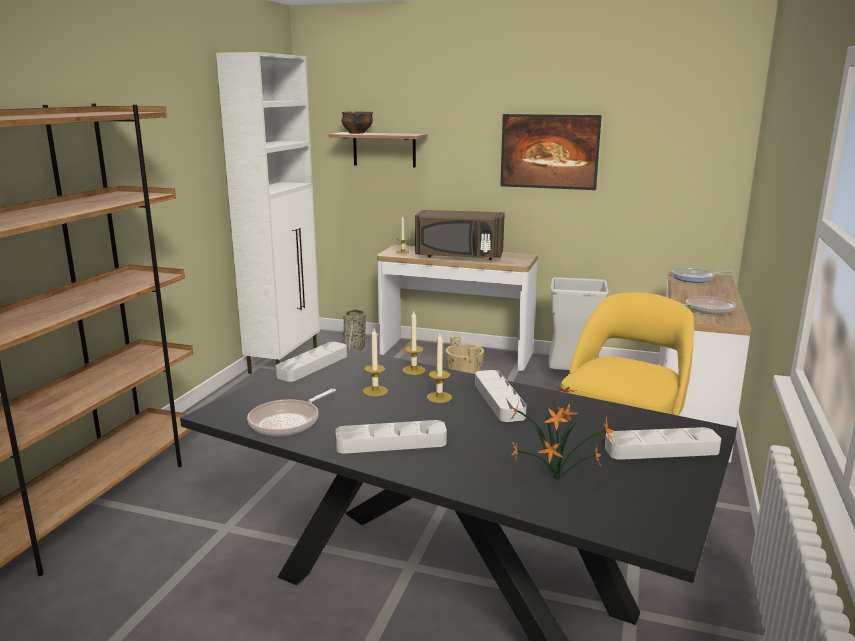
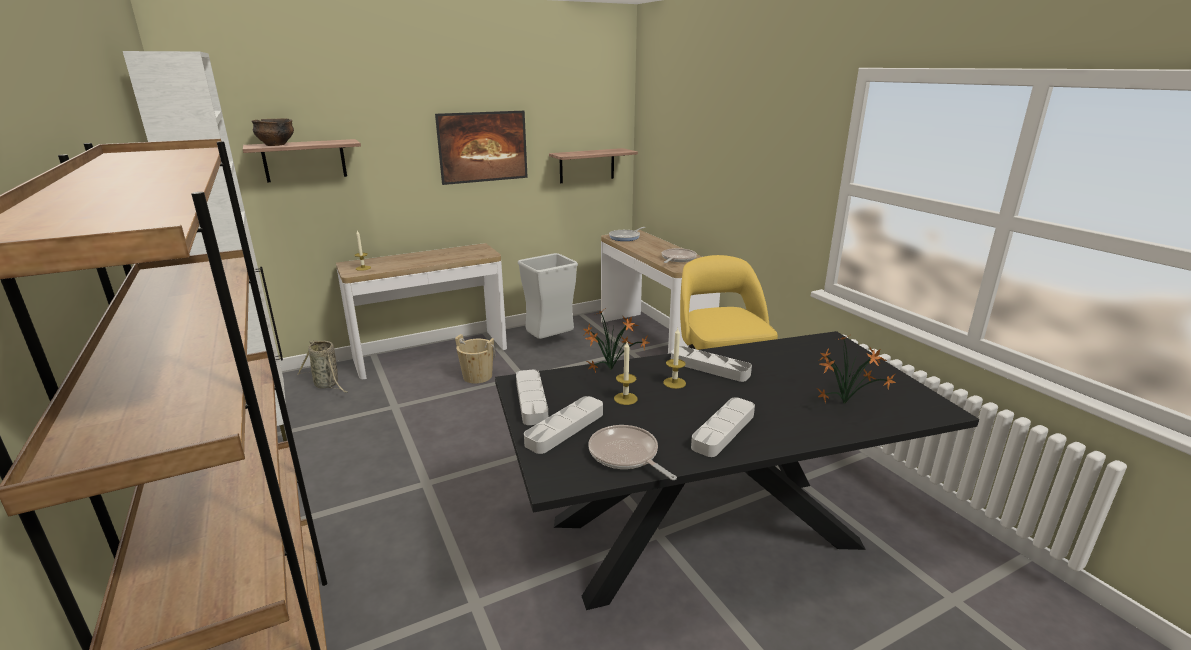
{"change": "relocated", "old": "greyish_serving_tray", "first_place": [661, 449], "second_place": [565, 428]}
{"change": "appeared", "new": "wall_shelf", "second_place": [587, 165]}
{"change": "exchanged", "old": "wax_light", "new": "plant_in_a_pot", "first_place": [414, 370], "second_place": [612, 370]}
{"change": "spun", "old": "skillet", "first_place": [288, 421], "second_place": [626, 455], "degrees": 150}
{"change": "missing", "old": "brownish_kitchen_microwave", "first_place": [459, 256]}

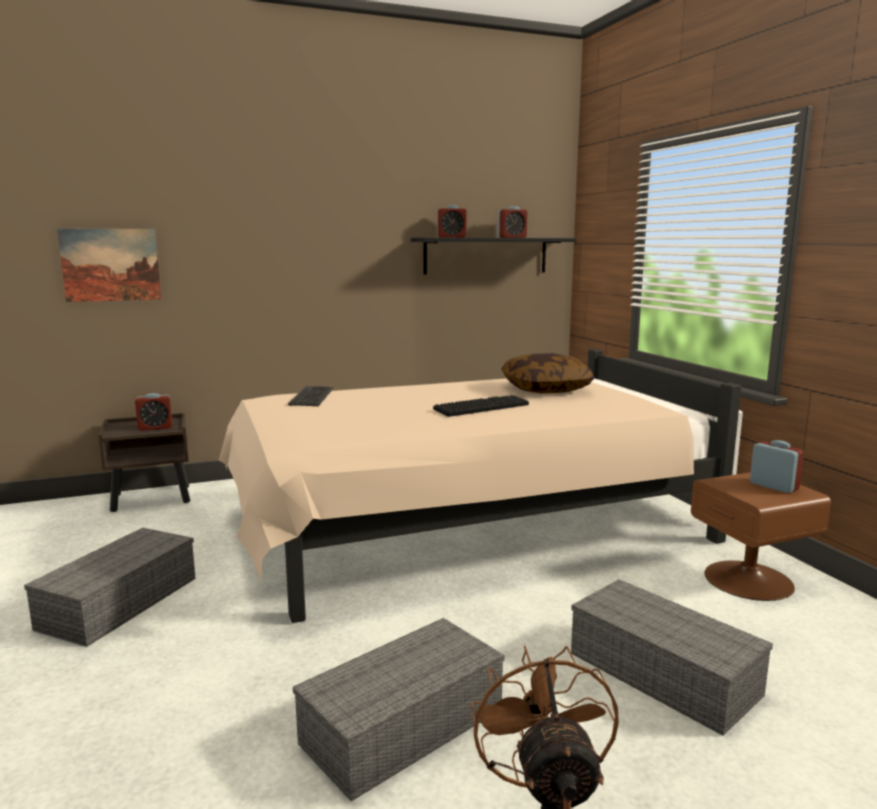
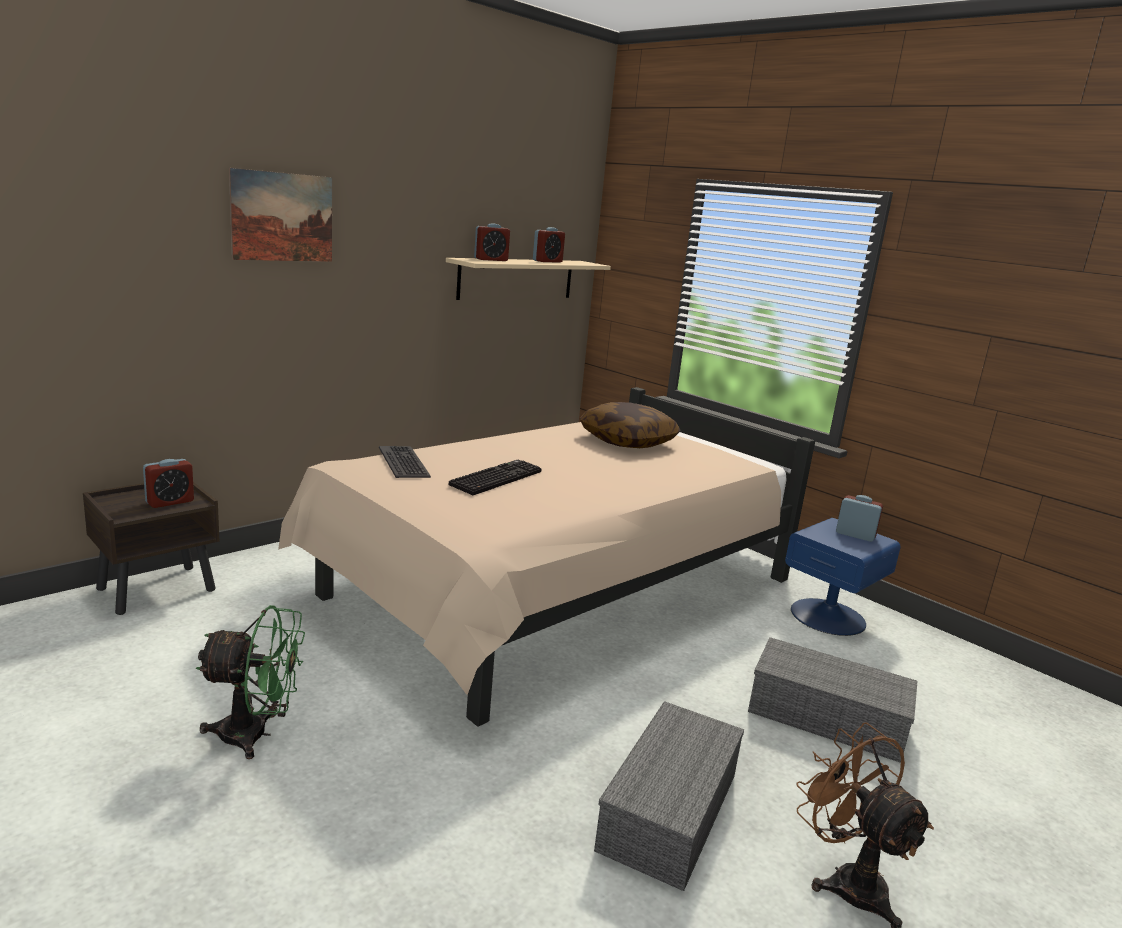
{"change": "exchanged", "old": "greyish_storage_box", "new": "green-coloured_fan", "first_place": [120, 601], "second_place": [256, 735]}
{"change": "relocated", "old": "wall_picture", "first_place": [111, 265], "second_place": [282, 217]}
{"change": "colour", "old": "black-coloured_wall_shelf", "new": "beige_wall_shelf", "first_place": [486, 255], "second_place": [517, 279]}
{"change": "relocated", "old": "PC_keyboard", "first_place": [481, 407], "second_place": [496, 478]}
{"change": "colour", "old": "brownish_nightstand", "new": "blue-coloured_nightstand", "first_place": [749, 579], "second_place": [828, 616]}

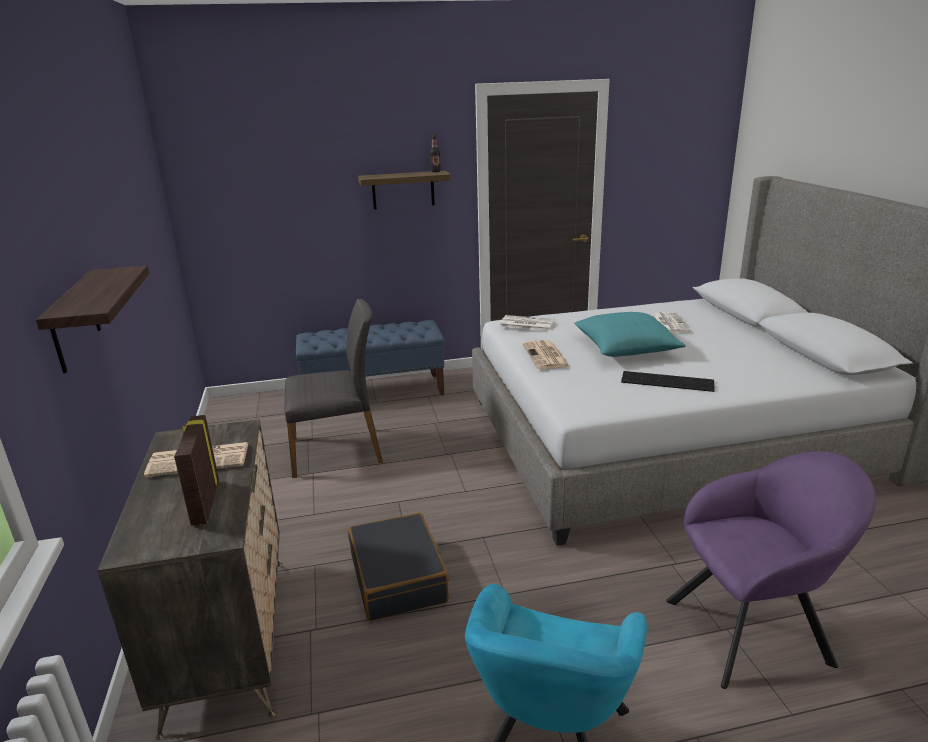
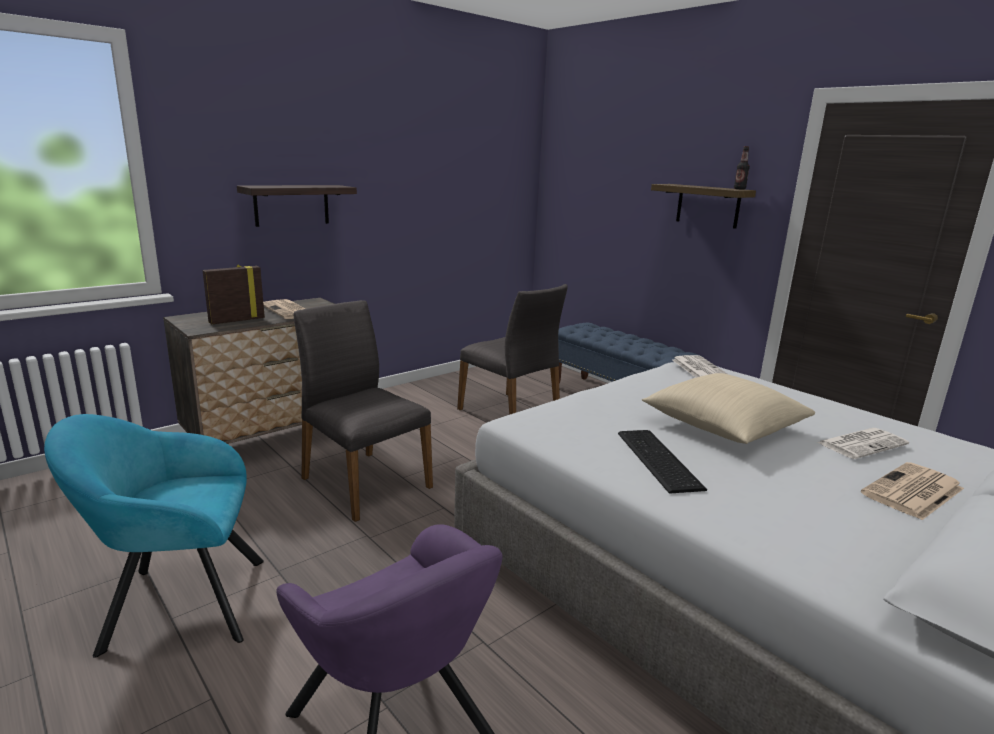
{"change": "exchanged", "old": "black-coloured_suitcase", "new": "greyish_plain_chair", "first_place": [398, 578], "second_place": [363, 482]}
{"change": "colour", "old": "blue-green_pillow", "new": "beige_pillow", "first_place": [626, 349], "second_place": [724, 427]}
{"change": "relocated", "old": "newspaper", "first_place": [546, 356], "second_place": [913, 492]}

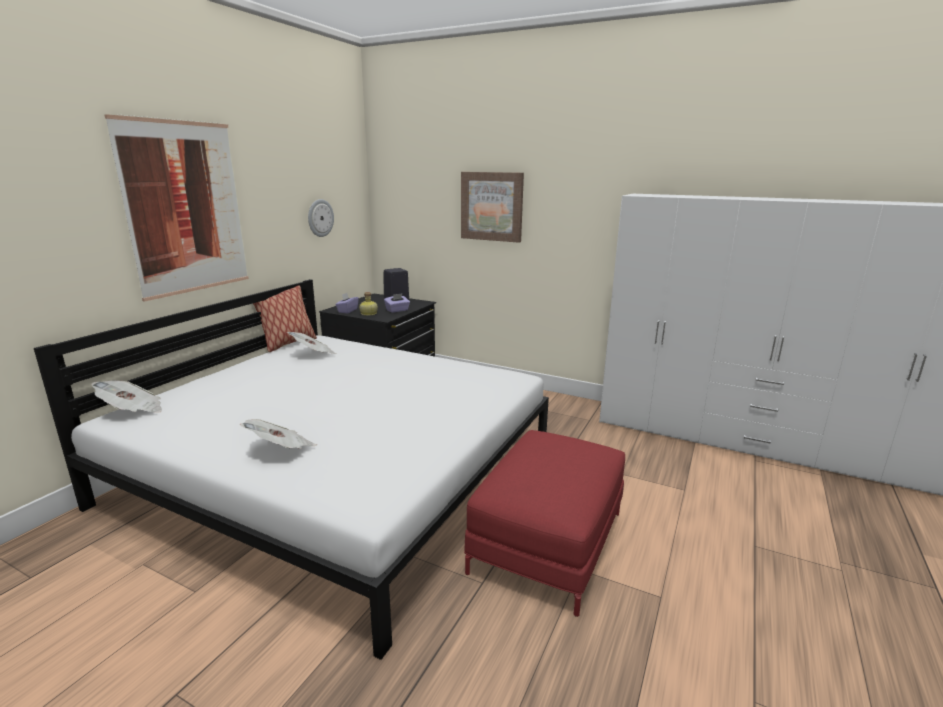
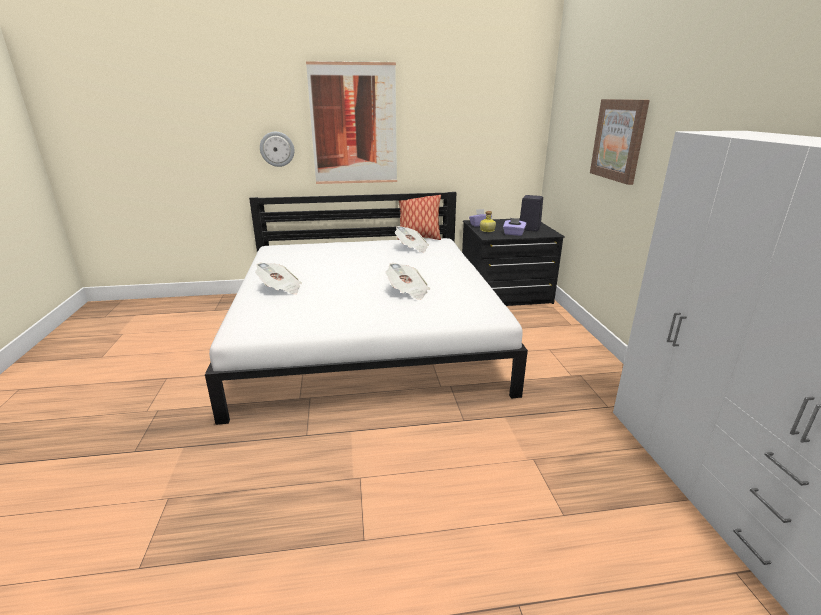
{"change": "relocated", "old": "hanging_clock", "first_place": [320, 218], "second_place": [277, 149]}
{"change": "relocated", "old": "newspaper", "first_place": [133, 411], "second_place": [408, 292]}
{"change": "missing", "old": "red-coloured_footrest", "first_place": [546, 541]}

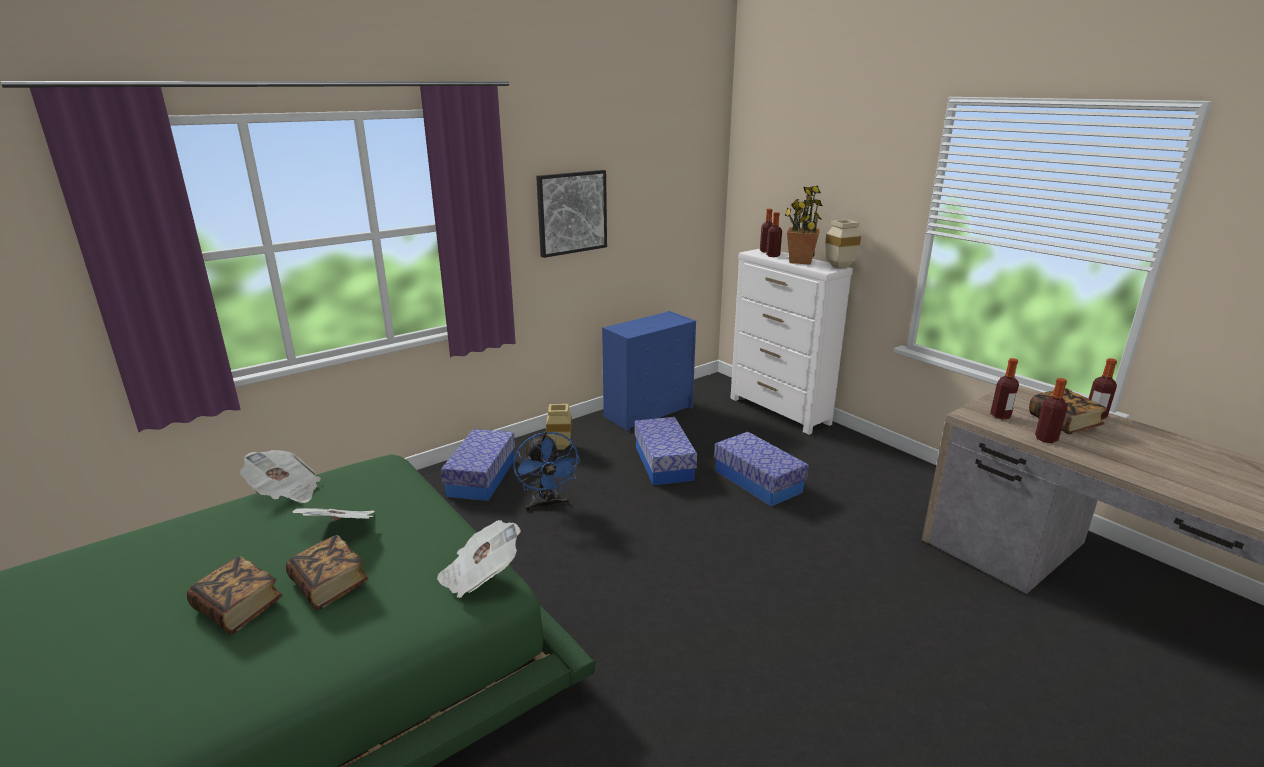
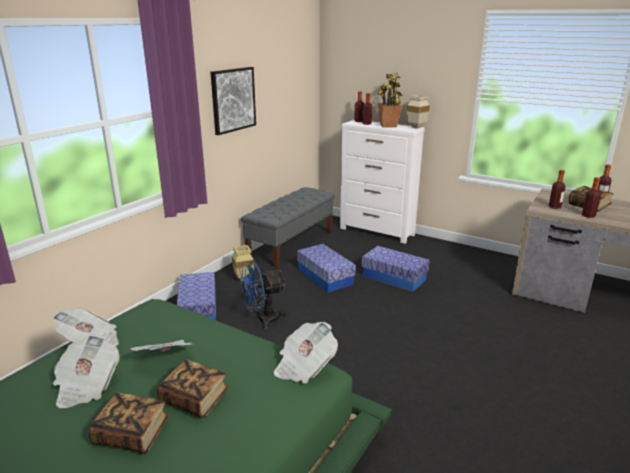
{"change": "appeared", "new": "newspaper", "second_place": [86, 386]}
{"change": "spun", "old": "blue-coloured_fan", "first_place": [547, 505], "second_place": [262, 319], "degrees": 105}
{"change": "exchanged", "old": "blue-coloured_drawer_chest", "new": "greyish_bench", "first_place": [649, 412], "second_place": [291, 245]}

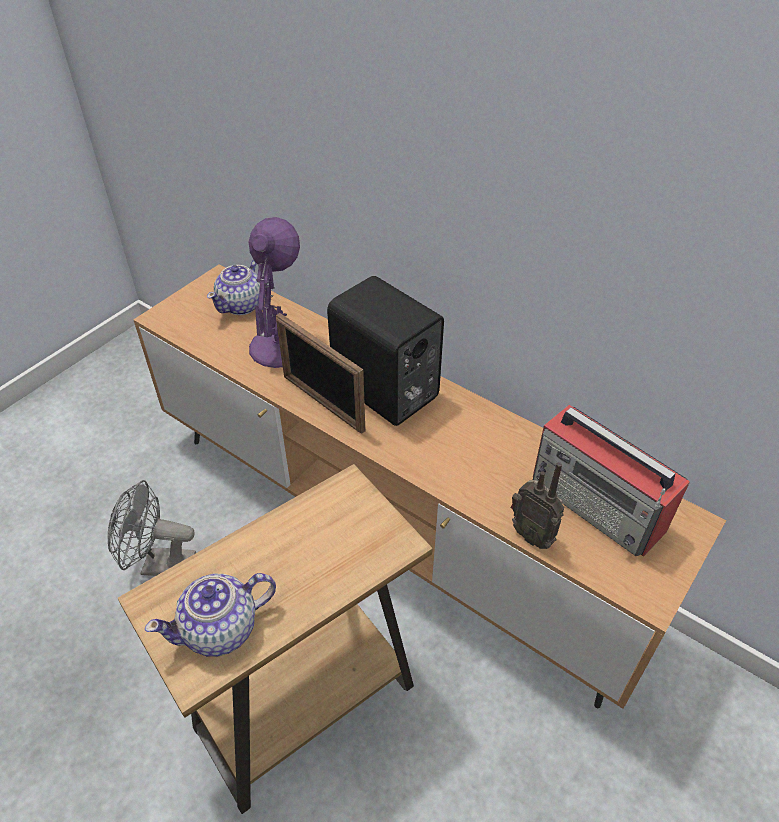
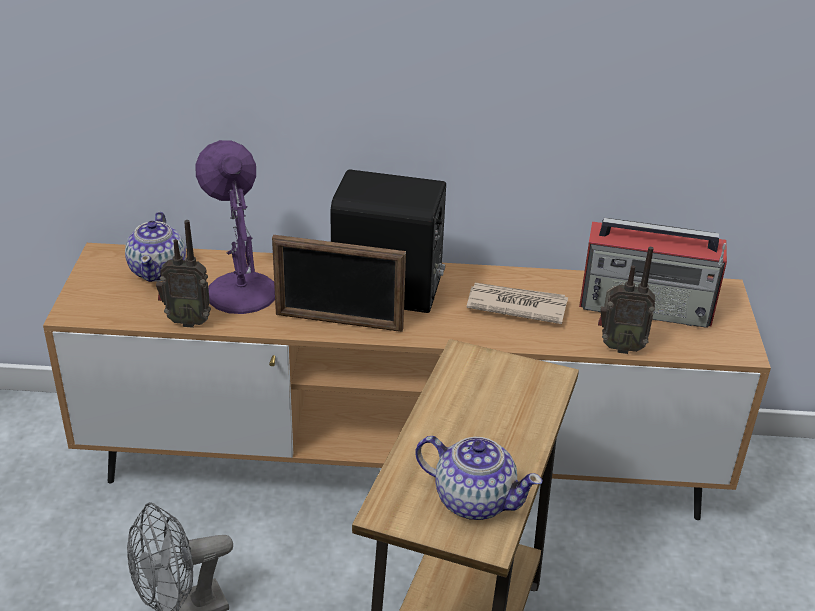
{"change": "appeared", "new": "radio", "second_place": [187, 320]}
{"change": "spun", "old": "teapot", "first_place": [221, 629], "second_place": [473, 499], "degrees": -90}
{"change": "appeared", "new": "newspaper", "second_place": [515, 305]}

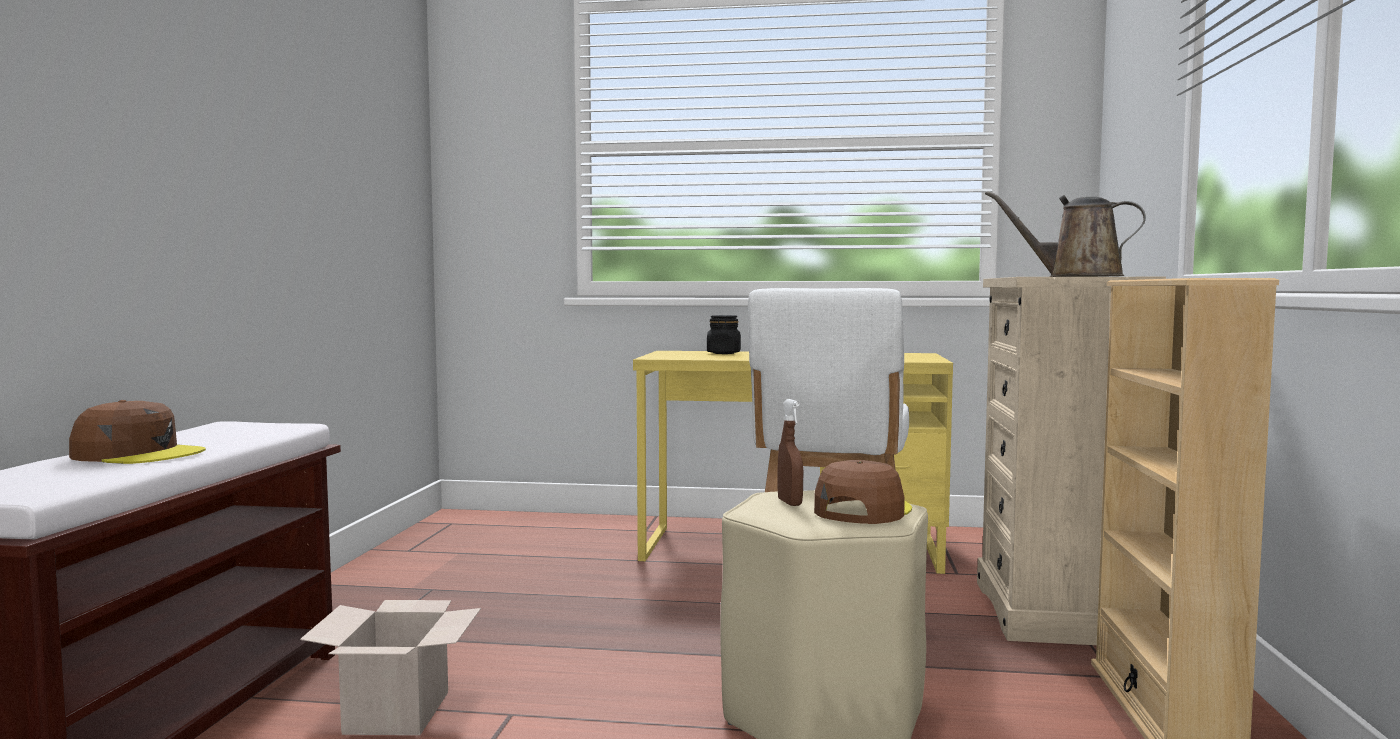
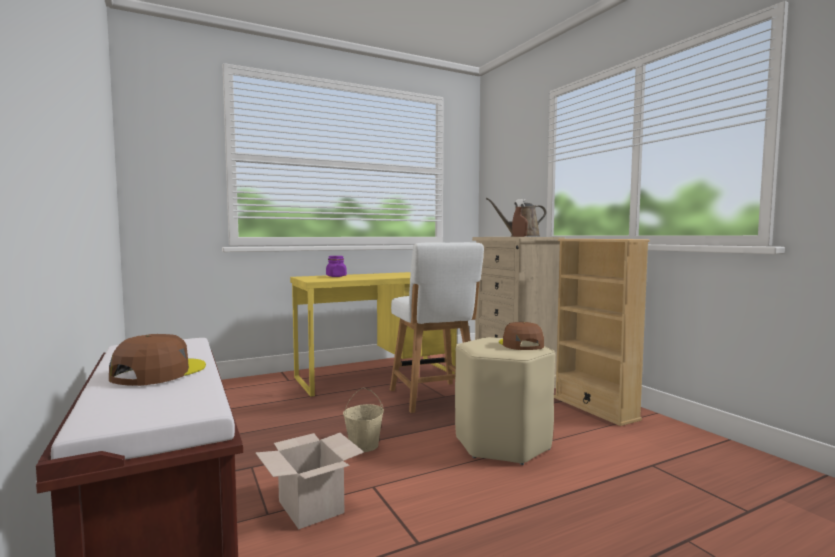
{"change": "spun", "old": "brownish_baseball_cap", "first_place": [138, 454], "second_place": [159, 373], "degrees": -45}
{"change": "colour", "old": "black-coloured_jar", "new": "purplish_jar", "first_place": [723, 353], "second_place": [336, 276]}
{"change": "appeared", "new": "beige_bucket", "second_place": [364, 445]}
{"change": "relocated", "old": "brownish_spray_bottle", "first_place": [789, 503], "second_place": [519, 236]}

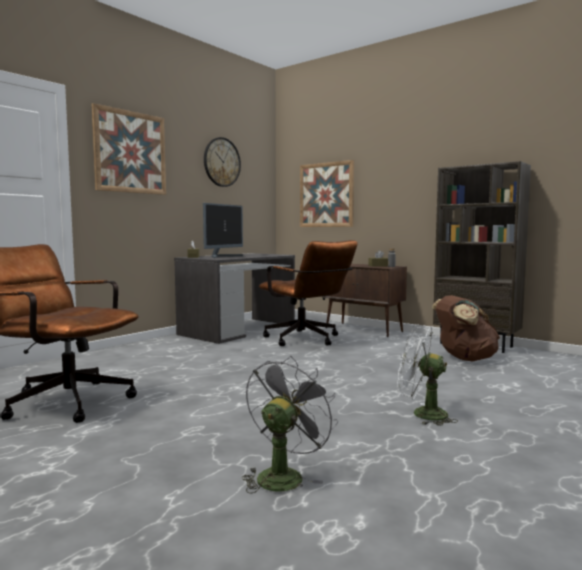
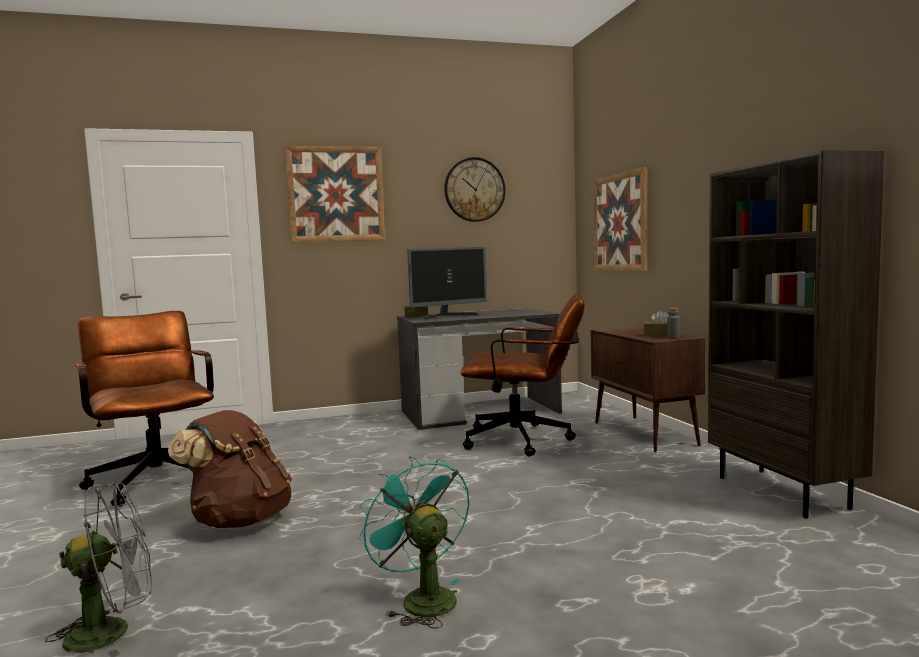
{"change": "relocated", "old": "brownish_backpack", "first_place": [464, 359], "second_place": [240, 520]}
{"change": "colour", "old": "whitish_fan", "new": "blue-green_fan", "first_place": [422, 414], "second_place": [421, 598]}
{"change": "spun", "old": "brownish_office_chair", "first_place": [306, 340], "second_place": [527, 440], "degrees": -75}

